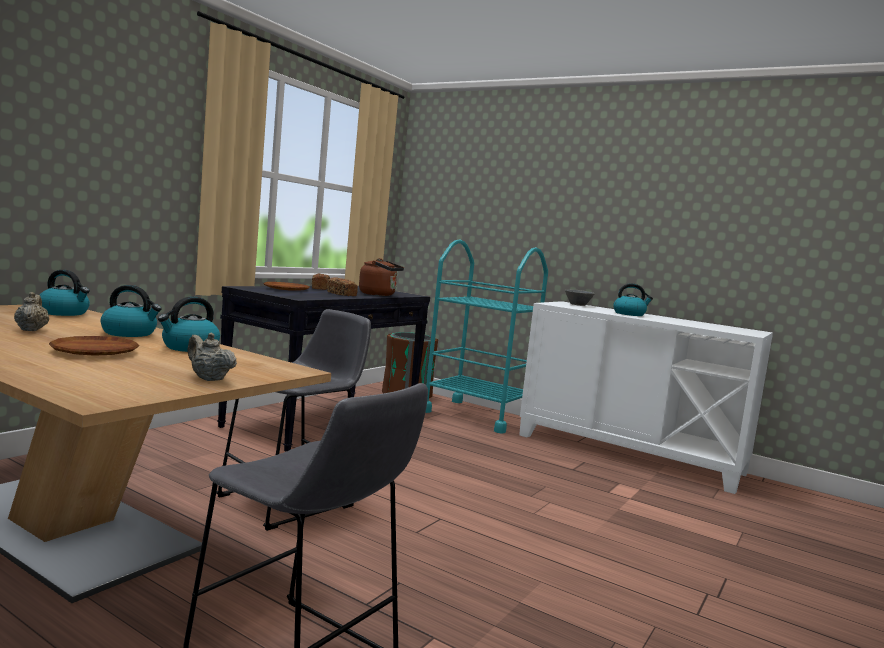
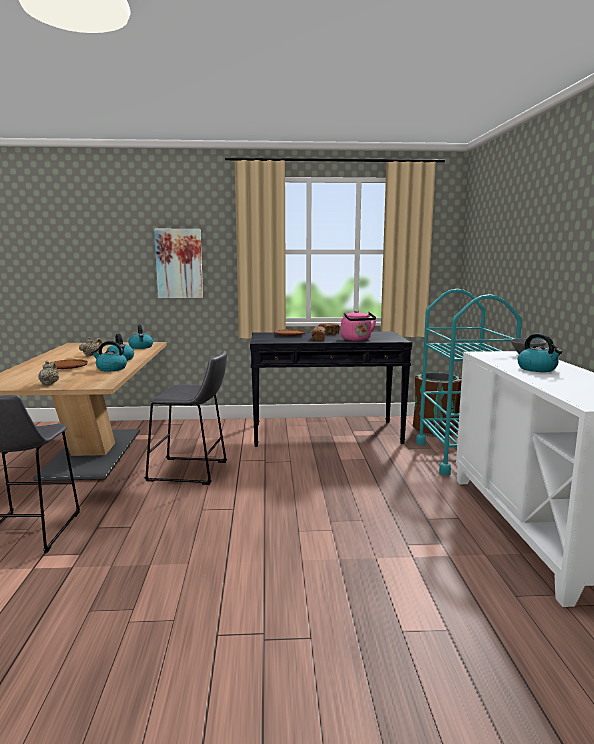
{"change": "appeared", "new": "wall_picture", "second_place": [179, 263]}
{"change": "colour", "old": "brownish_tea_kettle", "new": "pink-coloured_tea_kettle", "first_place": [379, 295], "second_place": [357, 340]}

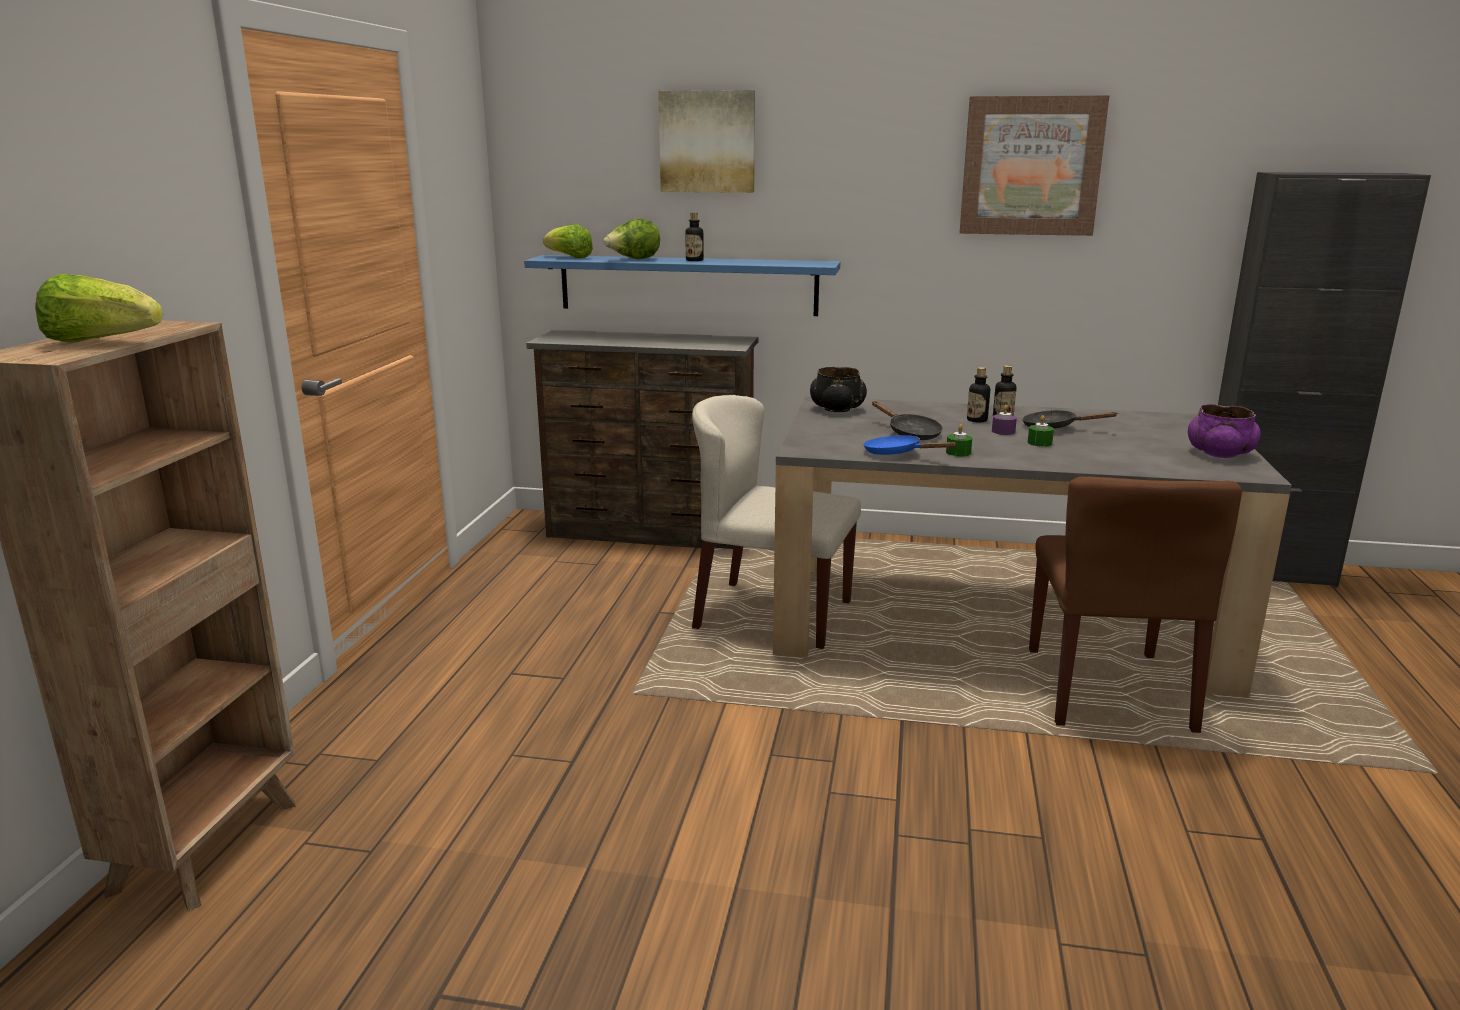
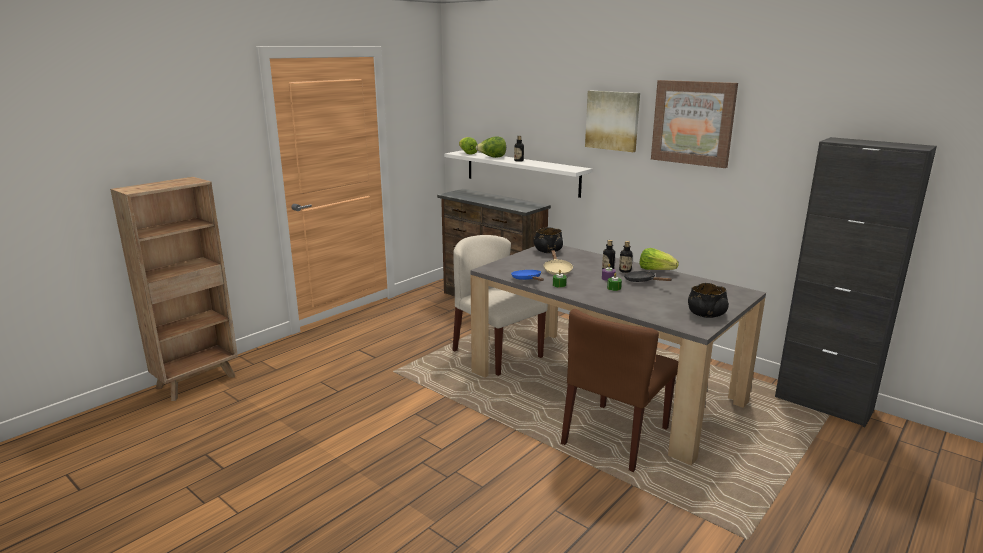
{"change": "colour", "old": "blue-coloured_wall_shelf", "new": "whitish_wall_shelf", "first_place": [687, 285], "second_place": [521, 173]}
{"change": "colour", "old": "black-coloured_skillet", "new": "beige_skillet", "first_place": [910, 433], "second_place": [557, 270]}
{"change": "relocated", "old": "wall_picture", "first_place": [707, 142], "second_place": [612, 120]}
{"change": "relocated", "old": "lettuce_head", "first_place": [102, 342], "second_place": [655, 270]}
{"change": "colour", "old": "purplish_deep_dish", "new": "black-coloured_deep_dish", "first_place": [1219, 454], "second_place": [705, 314]}

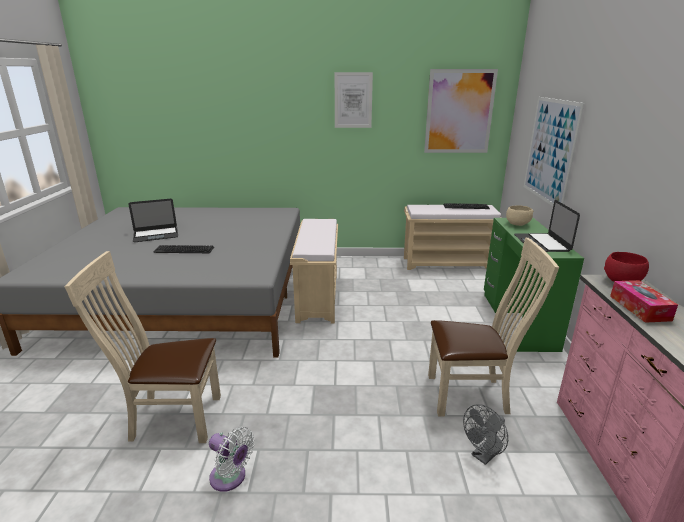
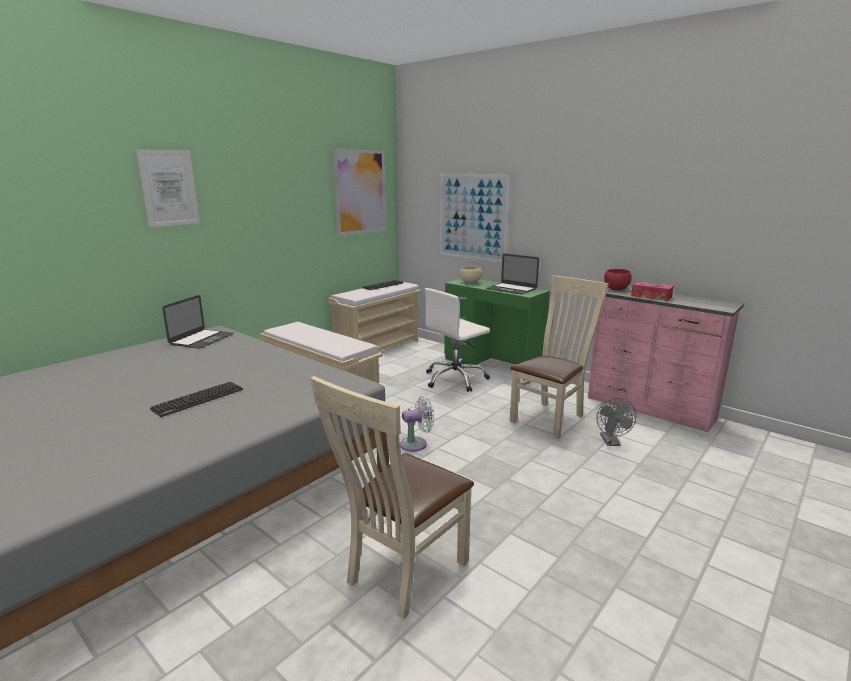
{"change": "relocated", "old": "wall_picture", "first_place": [353, 100], "second_place": [169, 188]}
{"change": "relocated", "old": "laptop", "first_place": [156, 234], "second_place": [201, 339]}
{"change": "relocated", "old": "whitish_fan", "first_place": [230, 478], "second_place": [416, 444]}
{"change": "appeared", "new": "whitish_office_chair", "second_place": [455, 379]}

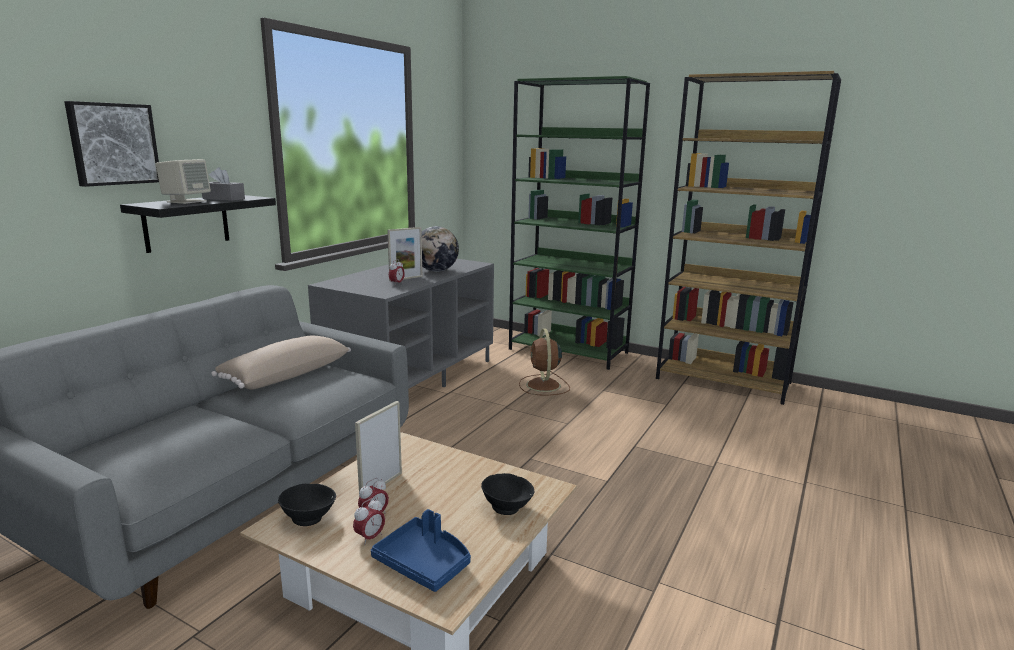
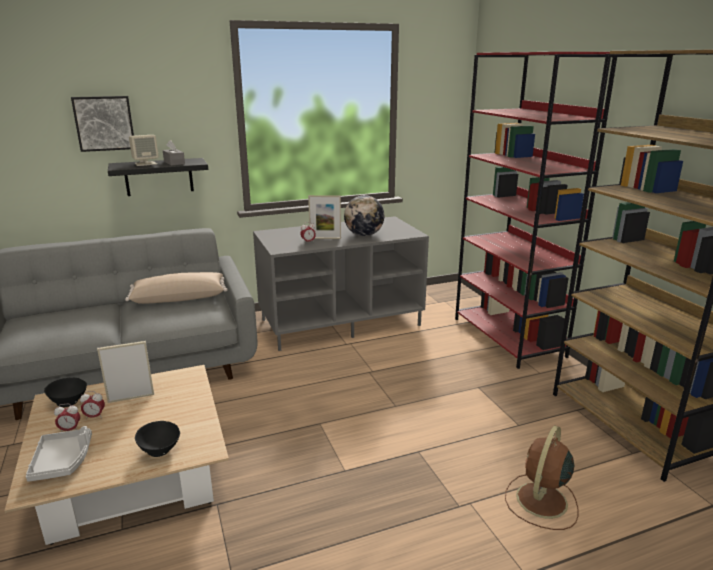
{"change": "colour", "old": "blue-coloured_serving_tray", "new": "greyish_serving_tray", "first_place": [424, 563], "second_place": [63, 461]}
{"change": "colour", "old": "green-coloured_shelving_unit", "new": "red-coloured_shelving_unit", "first_place": [569, 351], "second_place": [508, 337]}
{"change": "relocated", "old": "brownish_fan", "first_place": [543, 386], "second_place": [541, 501]}

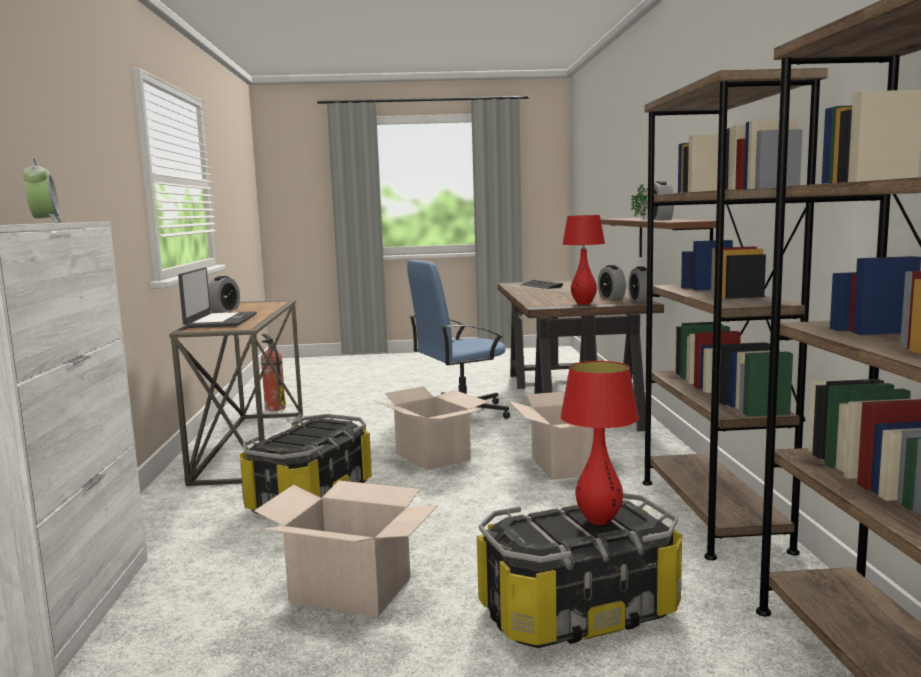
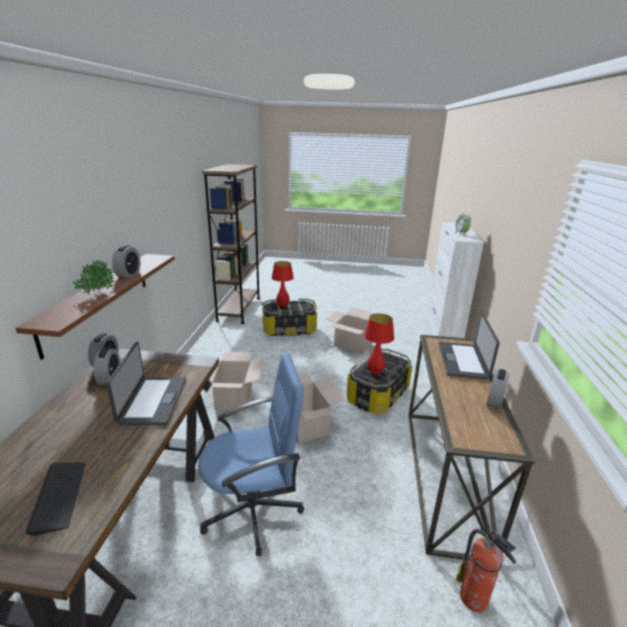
{"change": "appeared", "new": "laptop", "second_place": [152, 400]}
{"change": "relocated", "old": "red-coloured_lamp_for_a_table", "first_place": [583, 304], "second_place": [375, 372]}
{"change": "missing", "old": "brownish_shelving_unit", "first_place": [711, 514]}

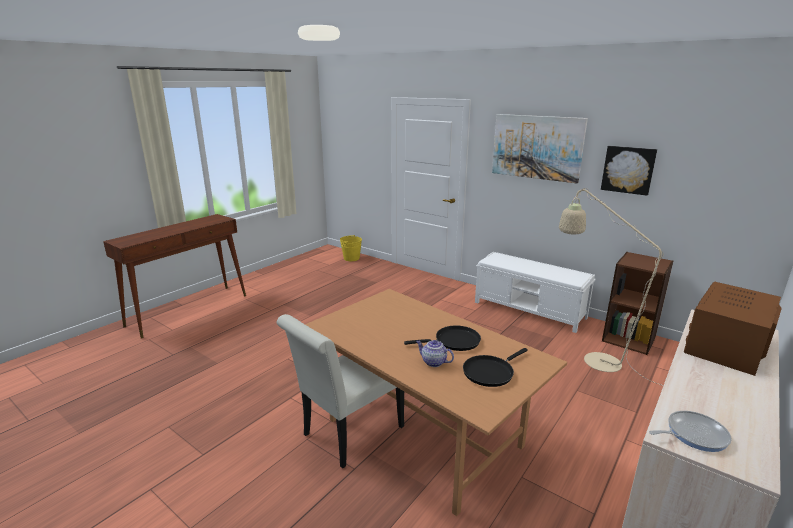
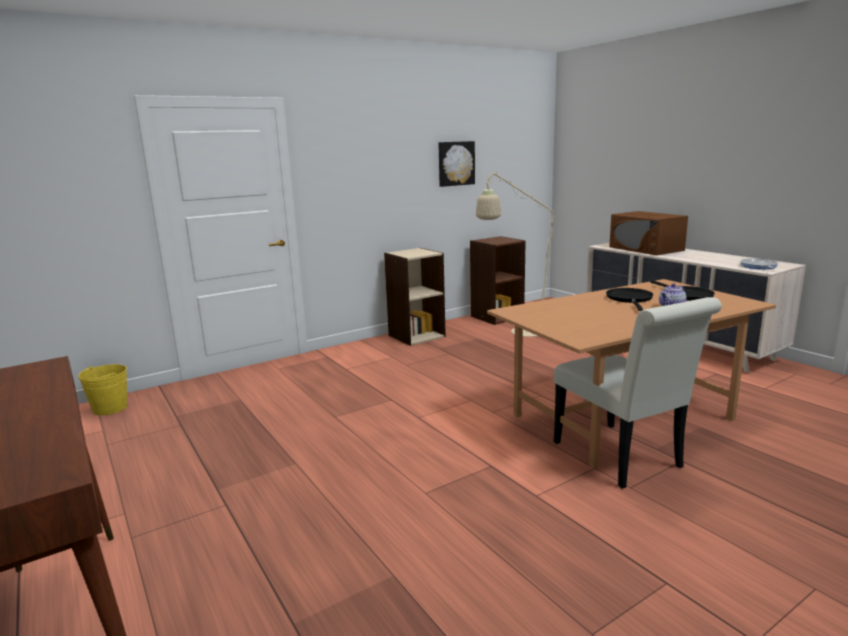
{"change": "exchanged", "old": "whitish_bench", "new": "beige_shelving_unit", "first_place": [530, 310], "second_place": [416, 336]}
{"change": "missing", "old": "wall_picture", "first_place": [536, 147]}

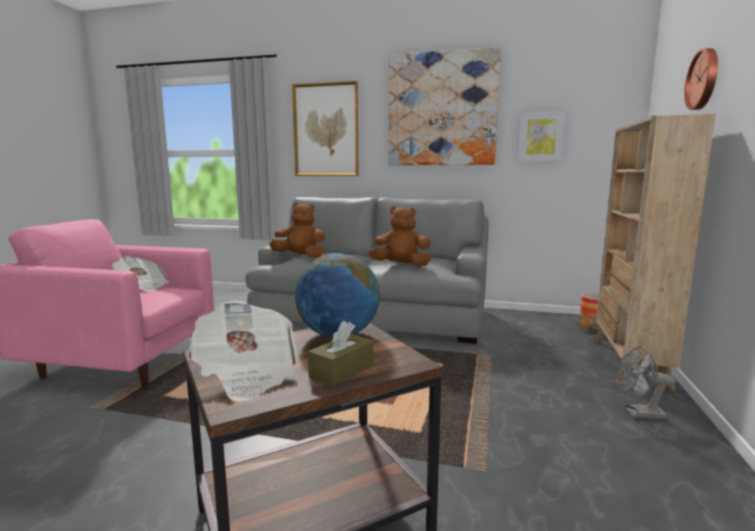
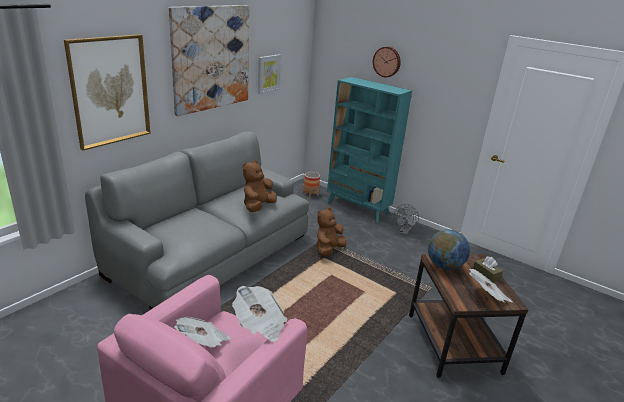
{"change": "appeared", "new": "newspaper", "second_place": [260, 324]}
{"change": "relocated", "old": "brownish_soft_toy", "first_place": [300, 256], "second_place": [328, 250]}
{"change": "colour", "old": "beige_shelving_unit", "new": "blue-green_shelving_unit", "first_place": [628, 363], "second_place": [358, 208]}

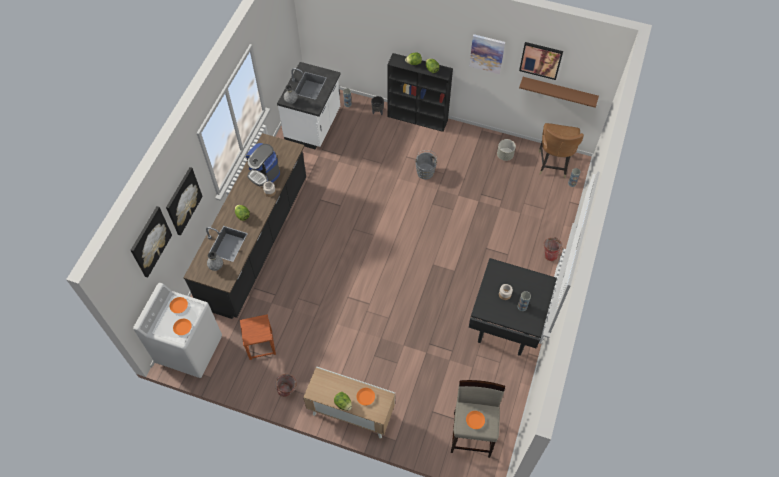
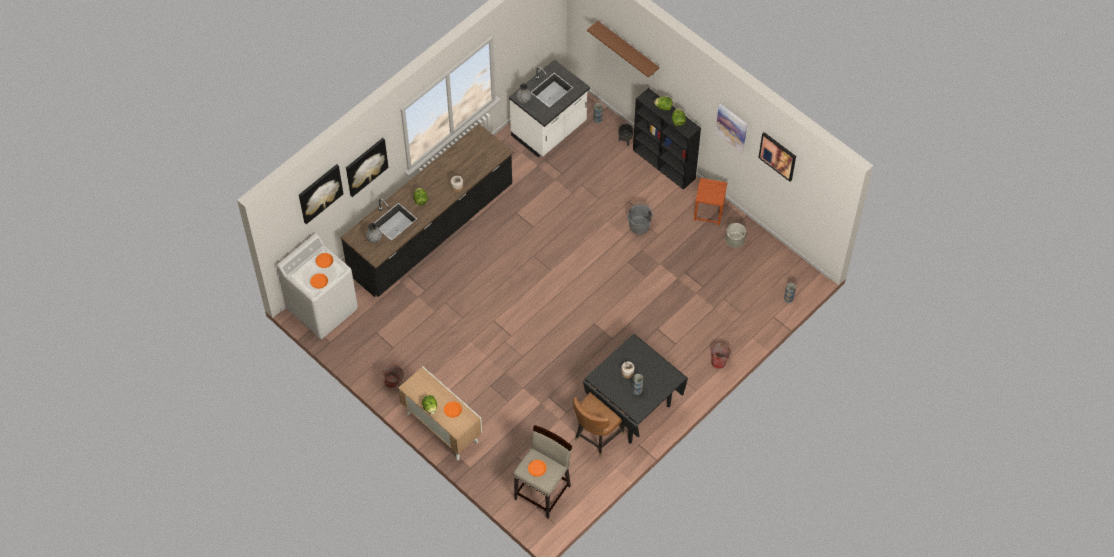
{"change": "relocated", "old": "brownish_plain_chair", "first_place": [553, 164], "second_place": [598, 435]}
{"change": "relocated", "old": "brownish_wall_shelf", "first_place": [559, 91], "second_place": [628, 49]}
{"change": "relocated", "old": "brownish_stool", "first_place": [261, 345], "second_place": [709, 212]}
{"change": "missing", "old": "coffee_maker", "first_place": [264, 173]}

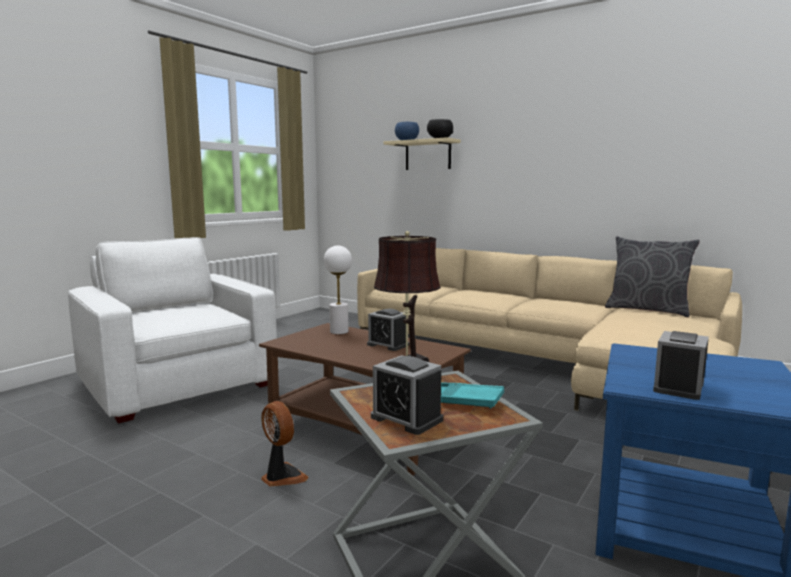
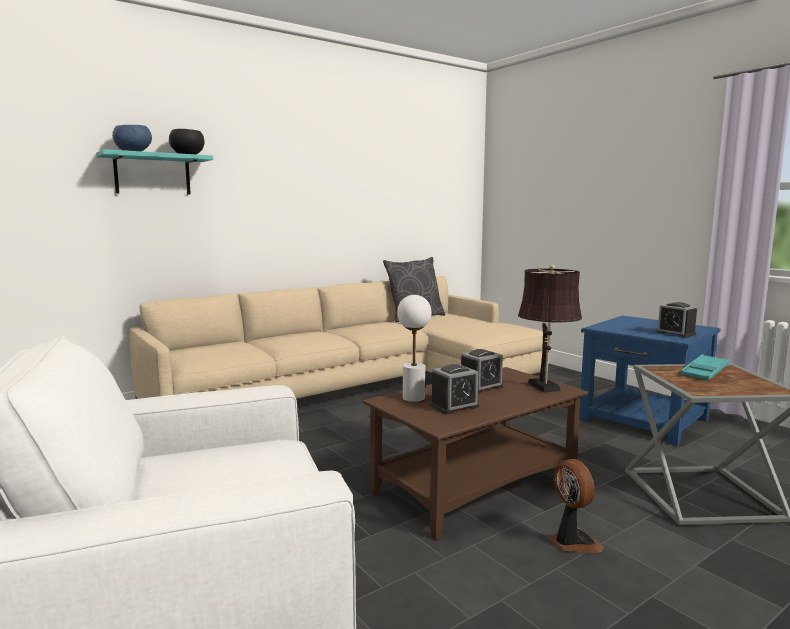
{"change": "colour", "old": "beige_wall_shelf", "new": "blue-green_wall_shelf", "first_place": [428, 155], "second_place": [152, 174]}
{"change": "relocated", "old": "alarm_clock", "first_place": [406, 418], "second_place": [454, 406]}
{"change": "spun", "old": "fan", "first_place": [282, 477], "second_place": [572, 542], "degrees": 90}

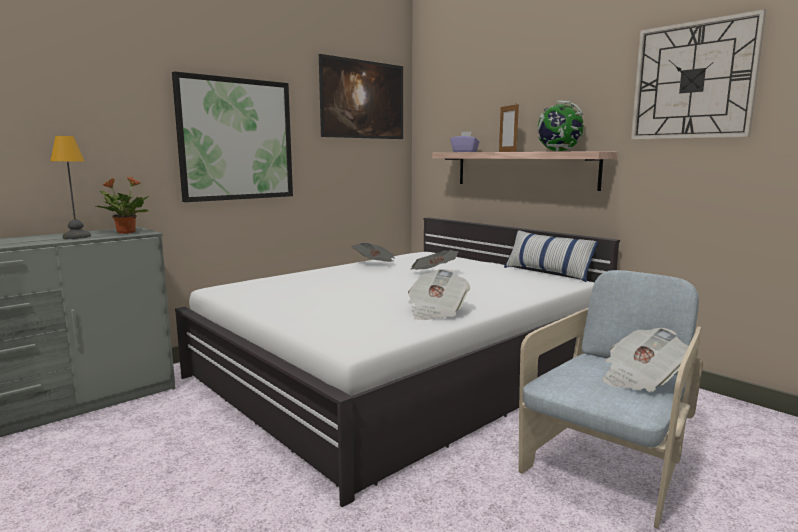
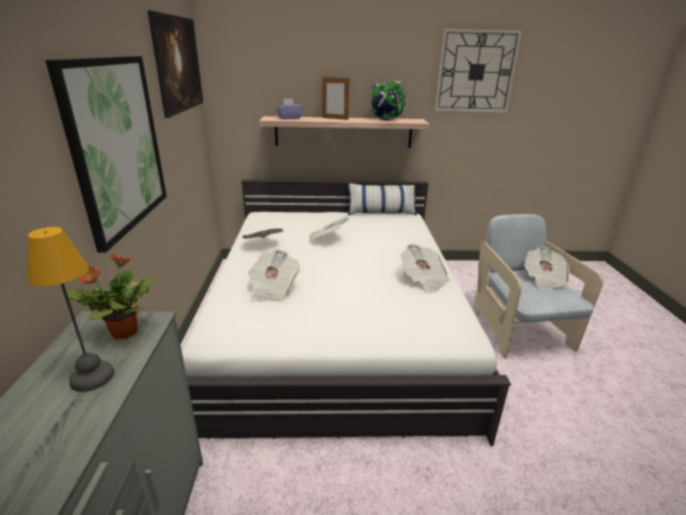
{"change": "appeared", "new": "newspaper", "second_place": [272, 289]}

